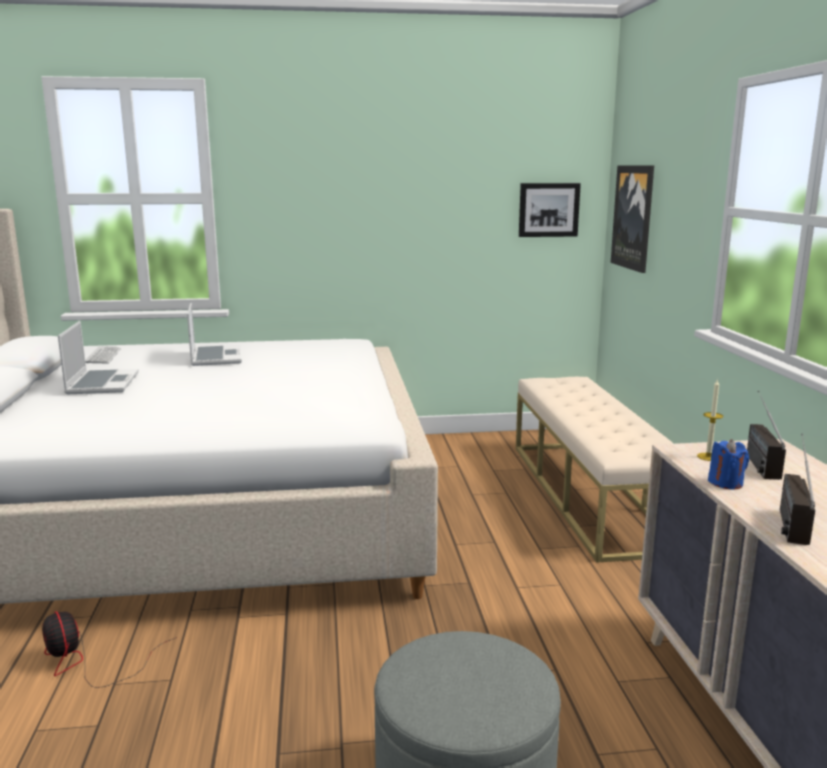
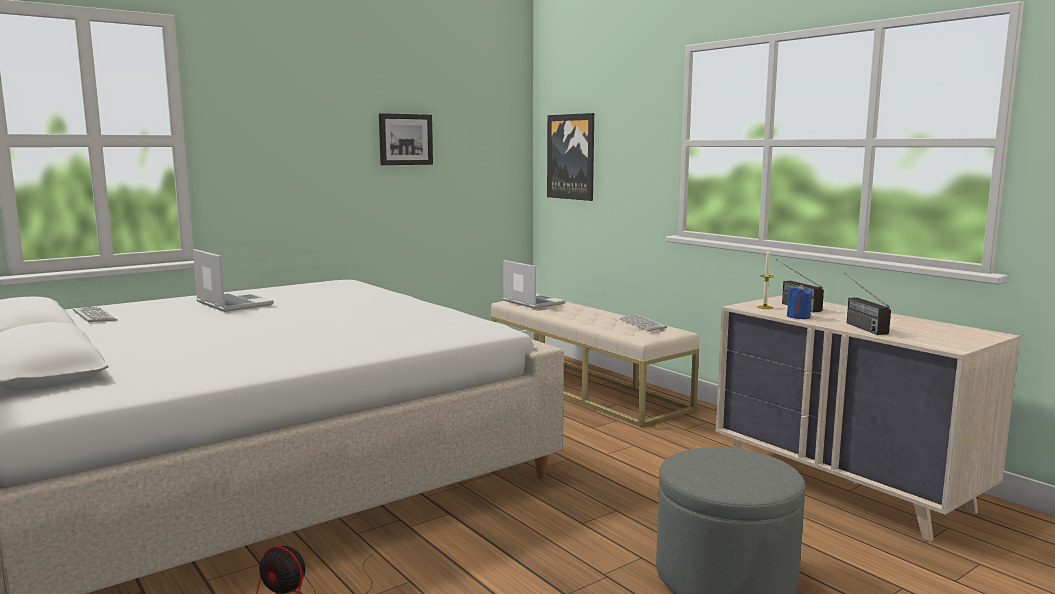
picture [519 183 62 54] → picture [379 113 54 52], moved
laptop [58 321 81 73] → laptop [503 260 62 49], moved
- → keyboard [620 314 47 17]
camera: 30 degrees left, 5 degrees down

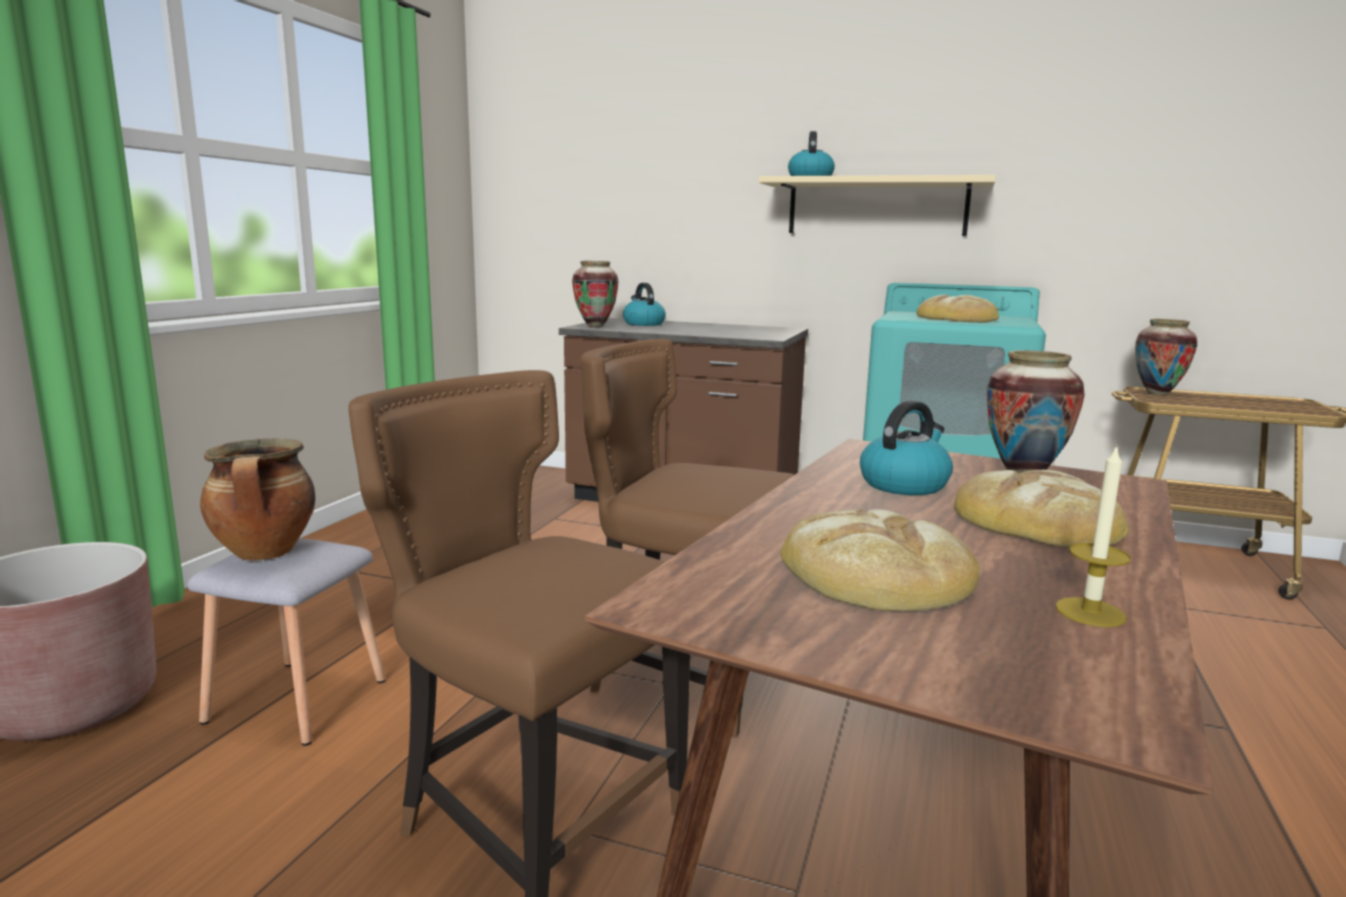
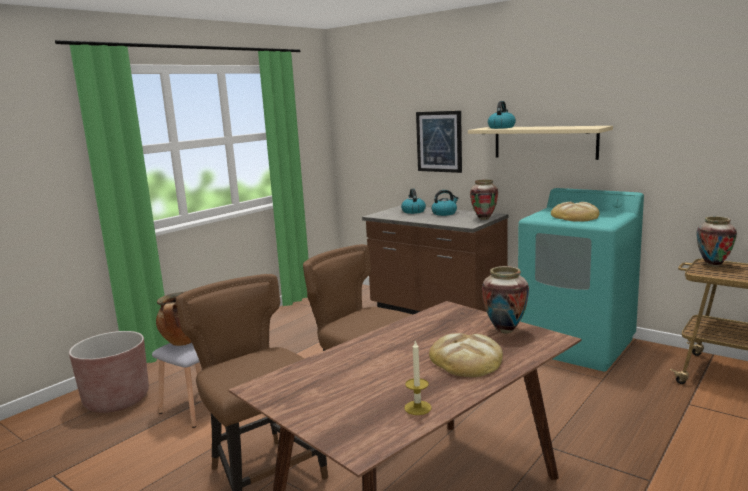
- → picture [416 111 46 62]
kettle [860 401 93 94] → kettle [431 190 28 26], moved
vase [572 261 46 66] → vase [470 180 28 40], moved
bread [780 509 200 102] → -
camera: 20 degrees right, 0 degrees up

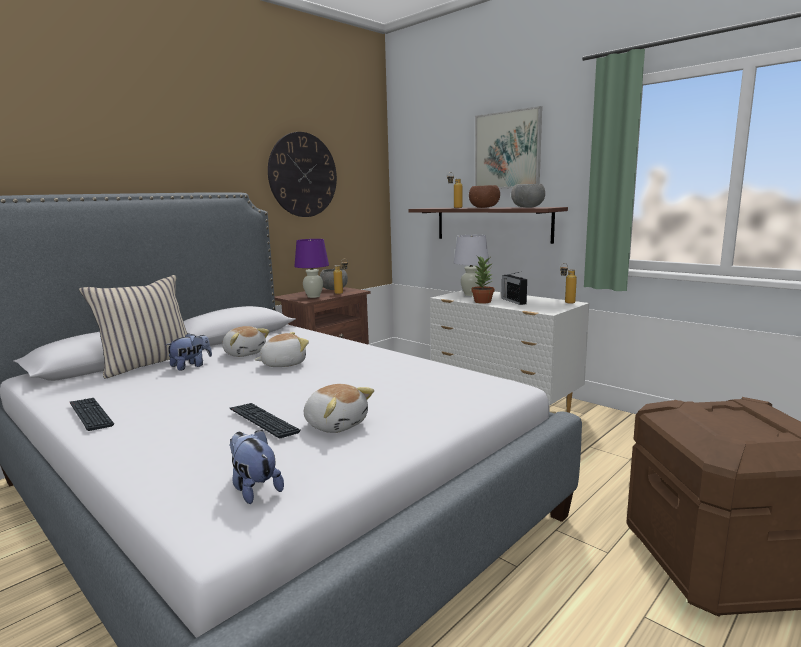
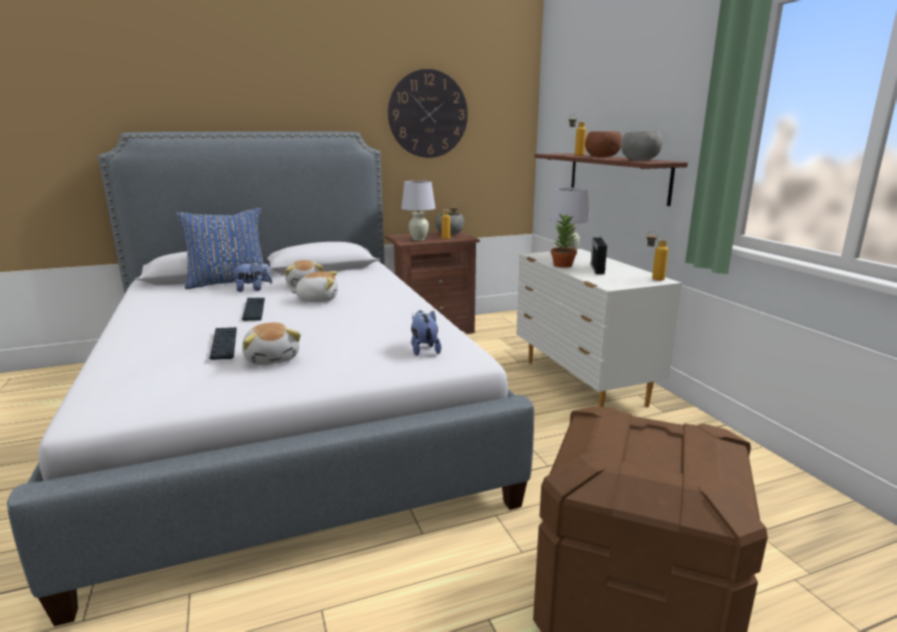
beige pillow [79 275 108 103] → blue pillow [176 208 93 81]
keyboard [70 398 44 33] → keyboard [242 298 23 23], moved
purple table lamp [294 239 35 59] → white table lamp [401 181 34 60]
plush toy [229 430 55 74] → plush toy [411 310 30 46], moved
picture [475 106 67 83] → -
camera: 25 degrees right, 5 degrees up

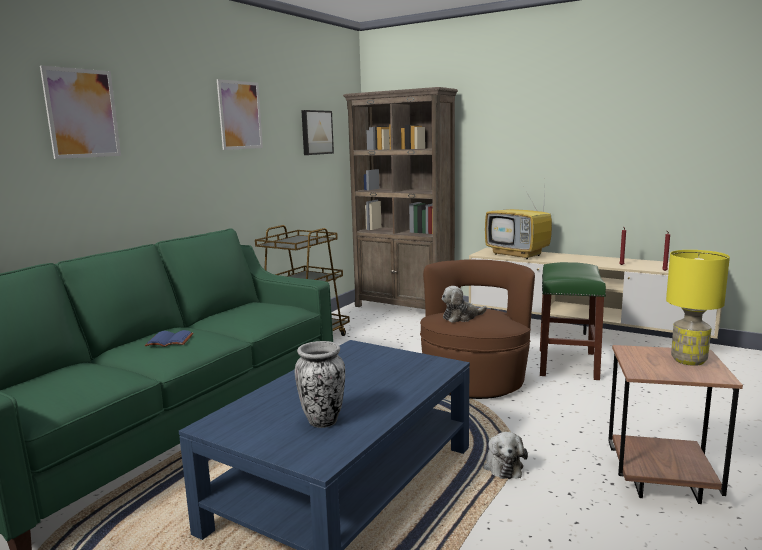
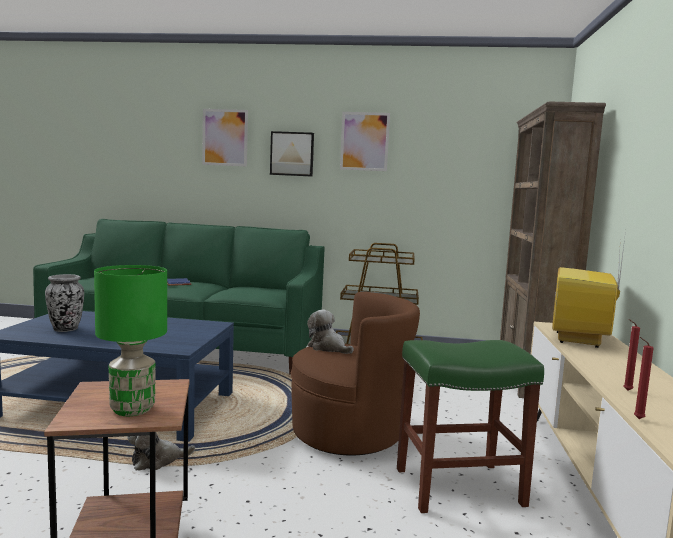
yellow table lamp [666 250 64 116] → green table lamp [94 265 73 151]
picture [301 110 33 45] → picture [270 131 44 46], moved
camera: 65 degrees right, 5 degrees down

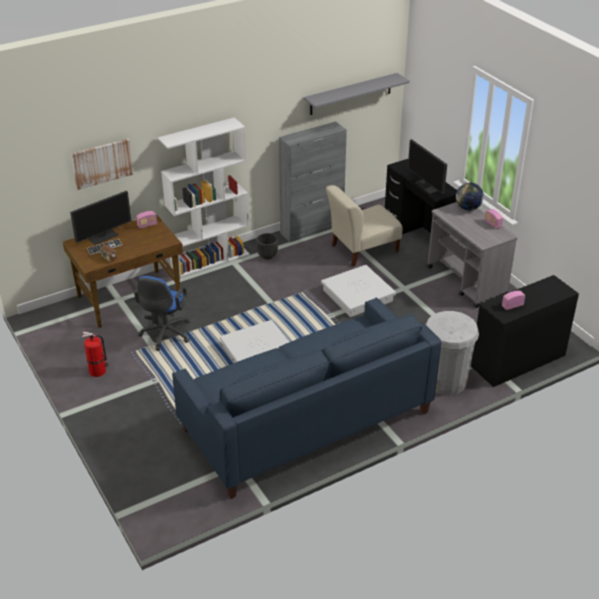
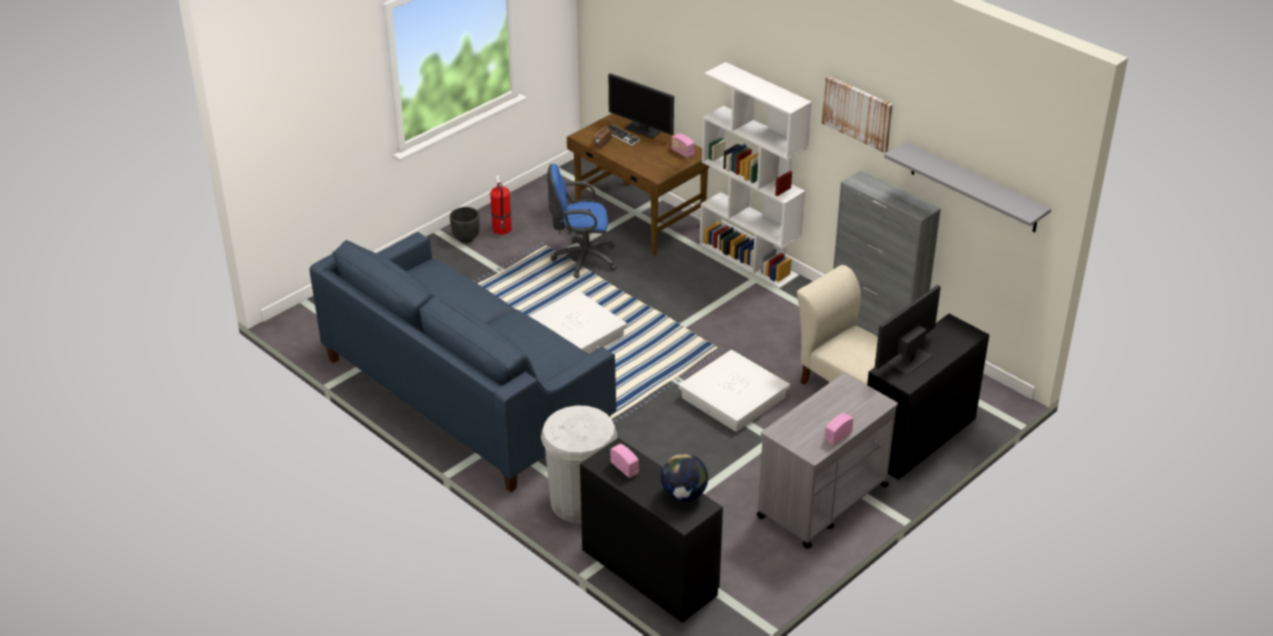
black planter [256 233 22 27] → black planter [450 207 30 36], moved
globe [456 183 28 27] → globe [660 454 48 48], moved
picture [71 139 63 51] → picture [822 75 71 78], moved
camera: 75 degrees right, 0 degrees up

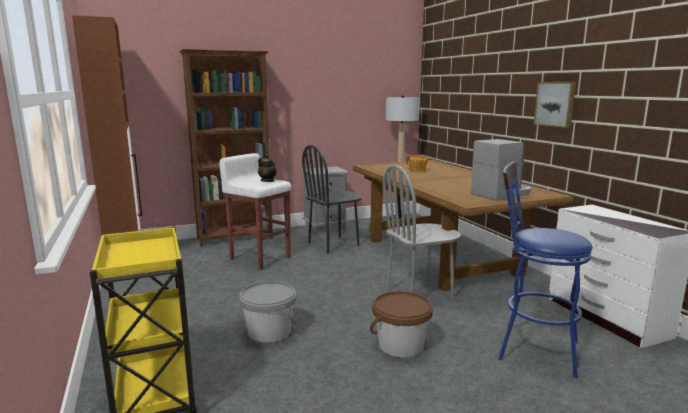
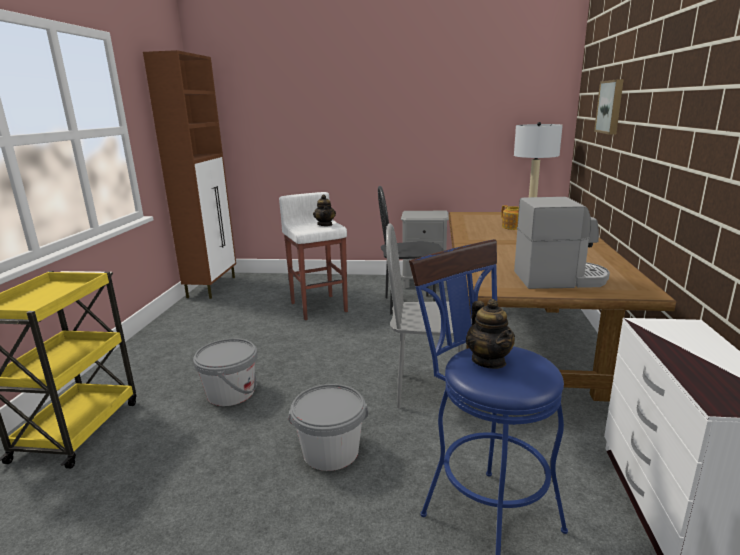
brown bucket [370 291 63 66] → grey bucket [288 384 80 87]
- → teapot [466 299 49 70]
picture [534 82 42 46] → picture [594 79 30 56], moved
brown bookcase [179 49 94 198] → -
camera: 30 degrees right, 5 degrees up

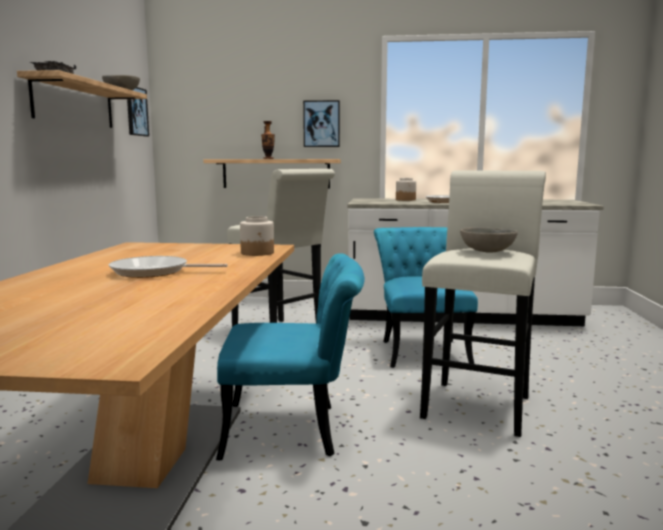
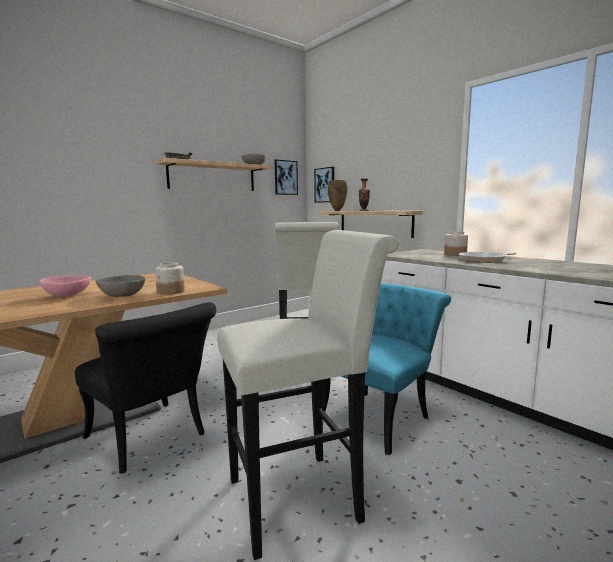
frying pan [109 256 119 22] → pink bowl [39 275 52 22]
turquoise chair [216 253 149 207] → black chair [75 302 141 172]
grey bowl [460 227 58 26] → grey bowl [95 275 50 22], moved
picture [303 100 37 47] → picture [314 167 20 36], moved
- → brown vase [328 180 19 31]
camera: 45 degrees right, 0 degrees up

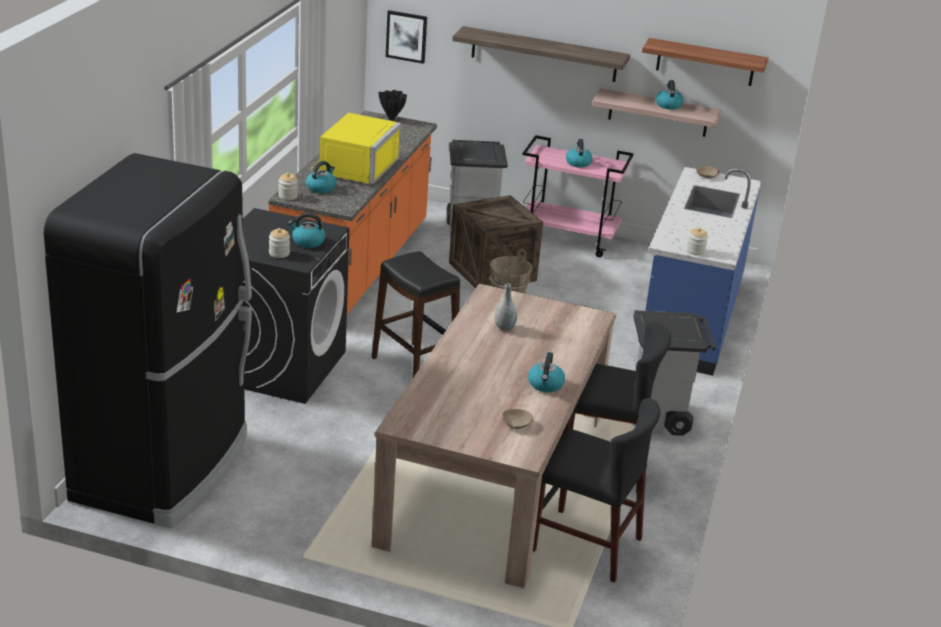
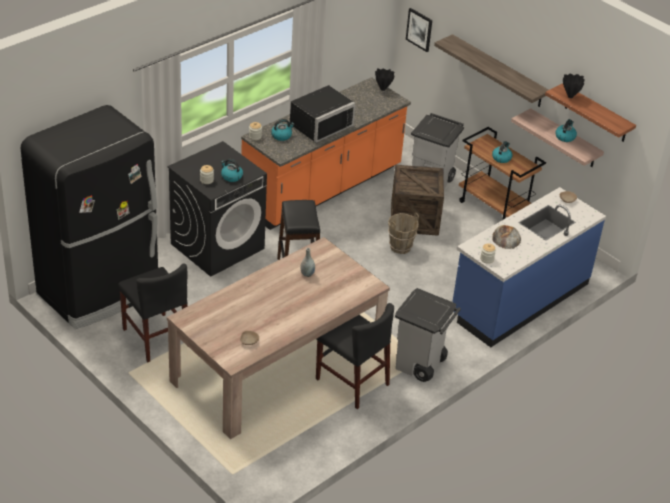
black chair [533 398 127 185] → black chair [118 263 70 99], moved
yellow microwave [311 113 90 71] → black microwave [289 85 66 58]
pink cart [522 135 112 122] → brown cart [459 127 87 93]
- → bread [492 225 29 24]
- → black vase [563 74 22 24]
kettle [528 352 37 40] → -
camera: 30 degrees right, 10 degrees up

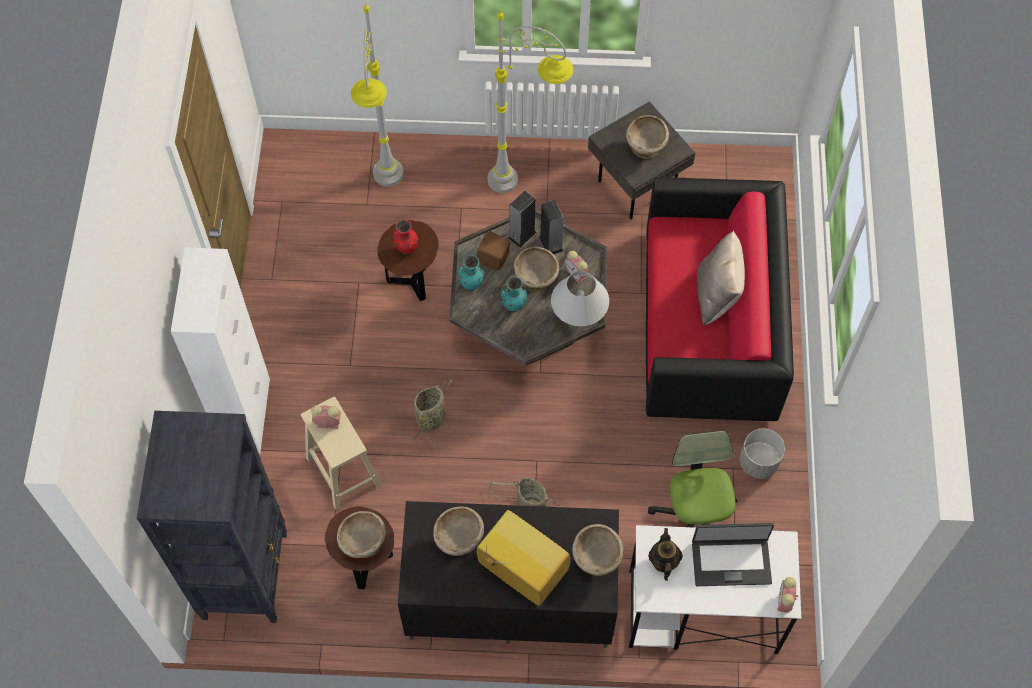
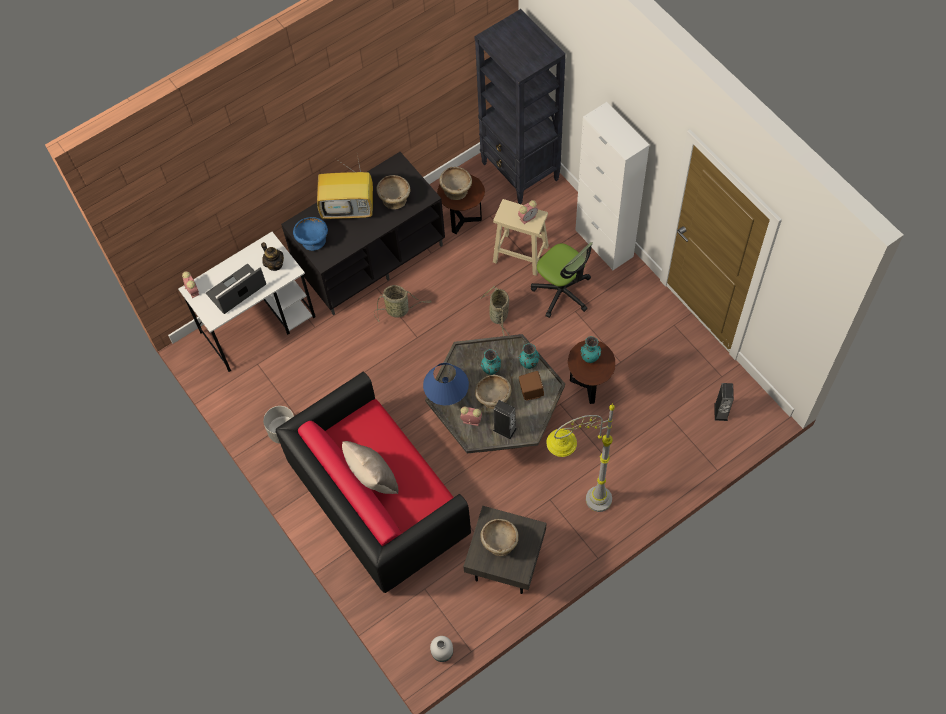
beige bowl [572 524 52 52] → blue bowl [293 217 35 34]
white table lamp [551 271 58 55] → blue table lamp [423 363 46 42]
- → white vase [430 636 23 26]
office chair [648 430 90 97] → office chair [531 242 62 76], moved
red vase [393 219 26 36] → turquoise vase [581 336 20 27]
speaker [508 191 28 56] → speaker [714 383 20 38], moved
grey floor lamp [351 2 53 185] → -
camera: 145 degrees right, 0 degrees up

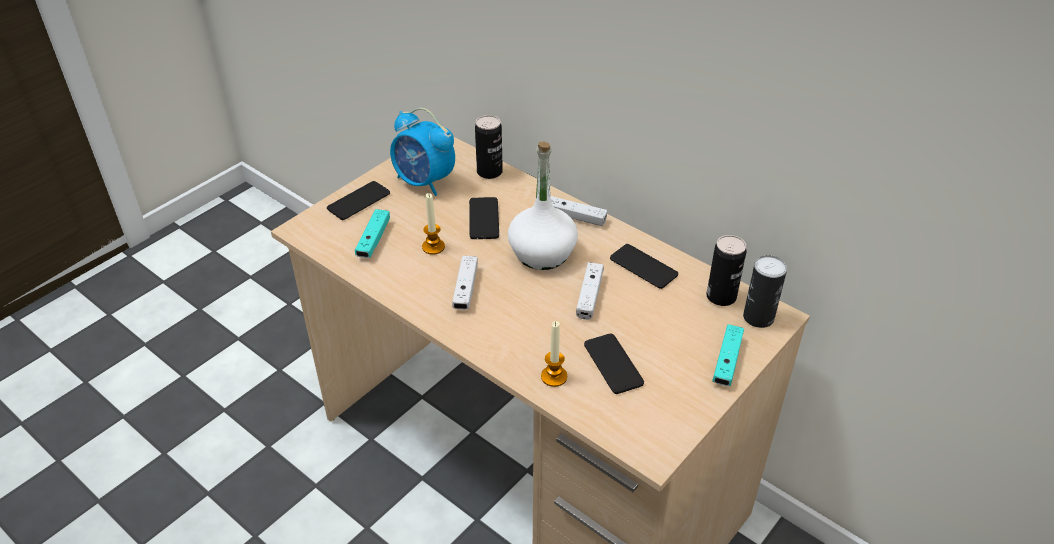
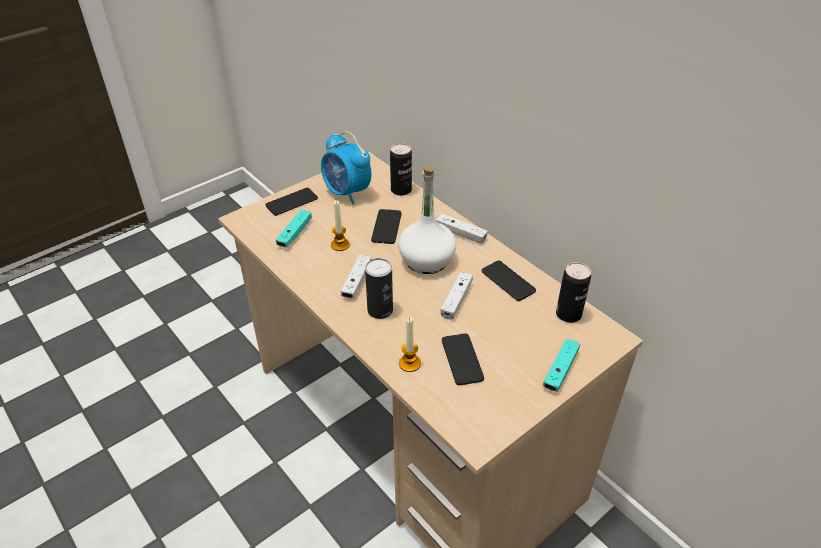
can [743 255 44 73] → can [365 258 28 61], moved
camera: 10 degrees right, 0 degrees up

